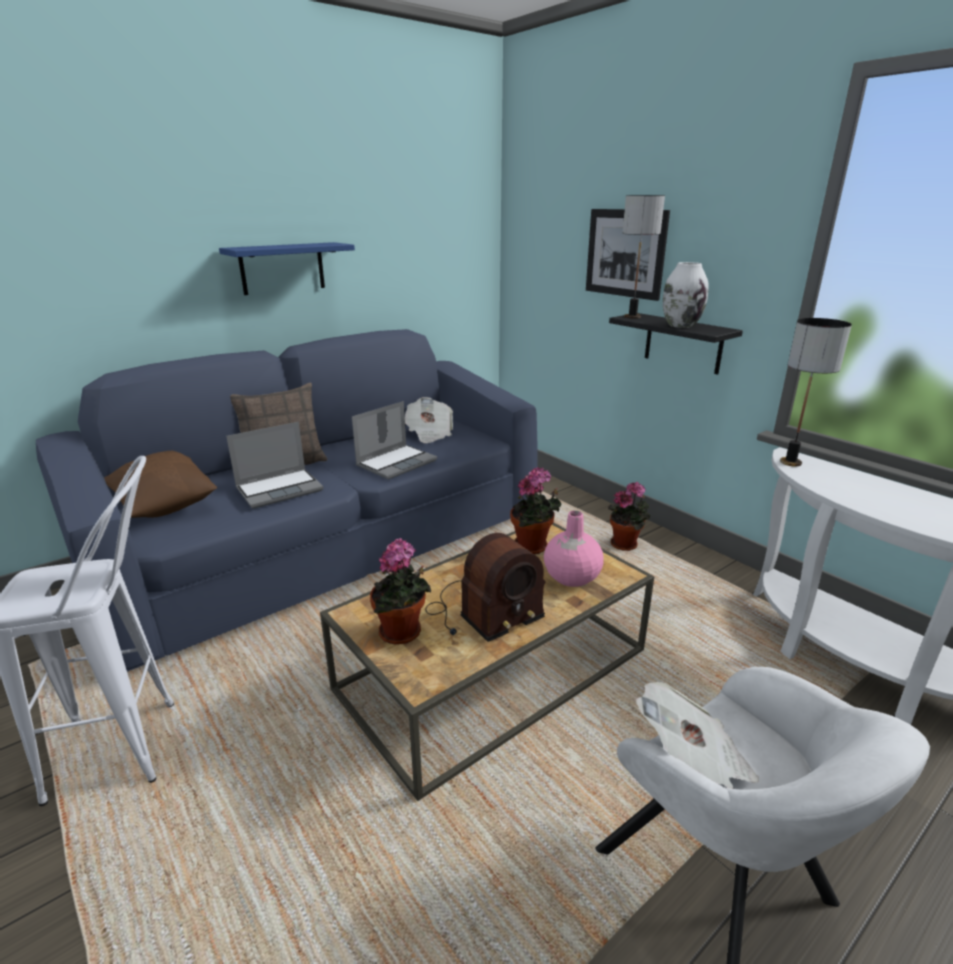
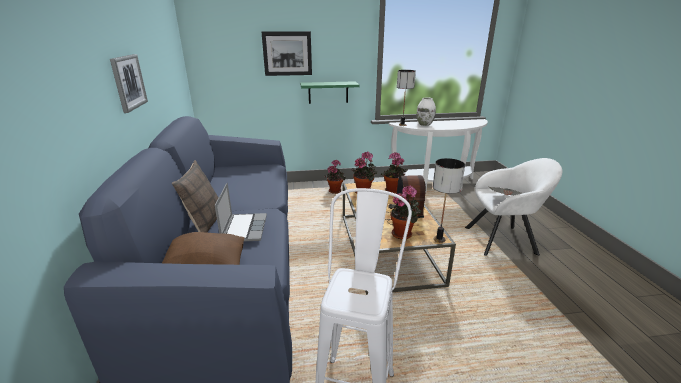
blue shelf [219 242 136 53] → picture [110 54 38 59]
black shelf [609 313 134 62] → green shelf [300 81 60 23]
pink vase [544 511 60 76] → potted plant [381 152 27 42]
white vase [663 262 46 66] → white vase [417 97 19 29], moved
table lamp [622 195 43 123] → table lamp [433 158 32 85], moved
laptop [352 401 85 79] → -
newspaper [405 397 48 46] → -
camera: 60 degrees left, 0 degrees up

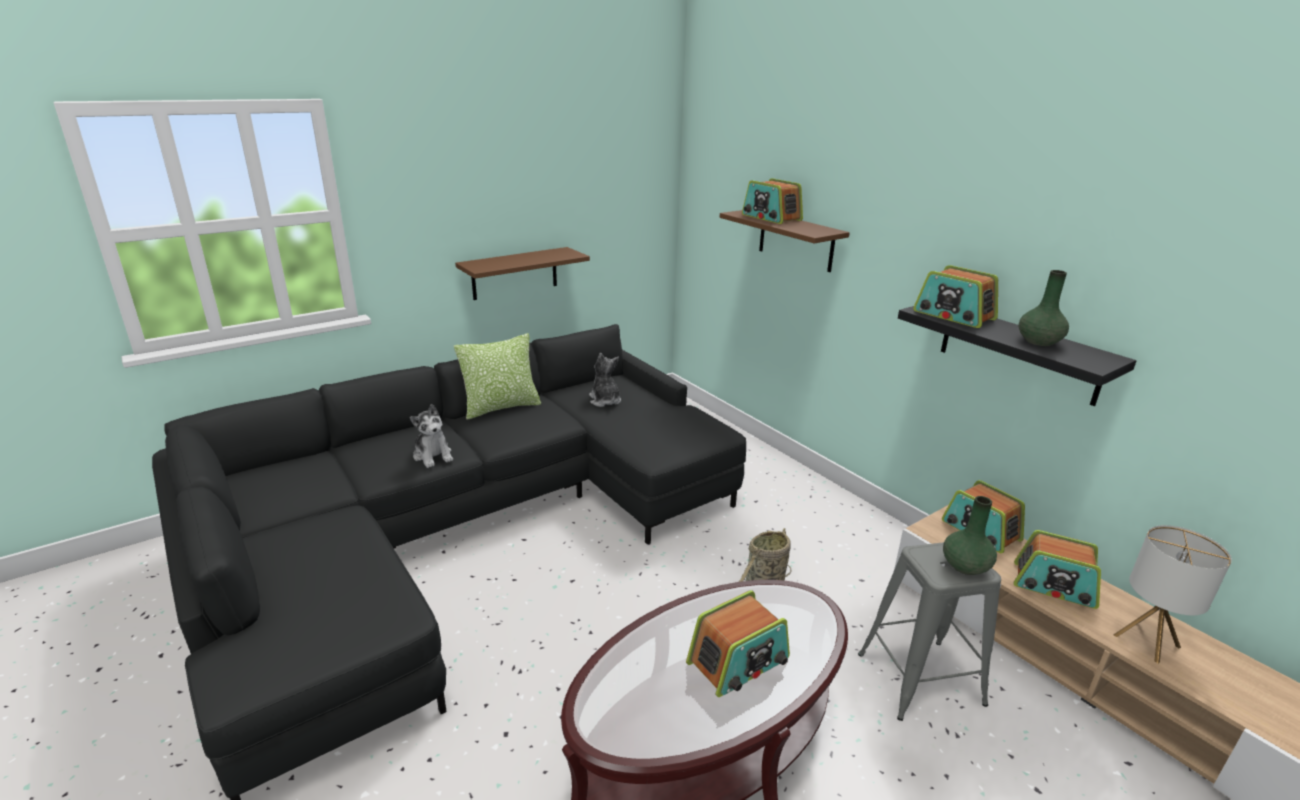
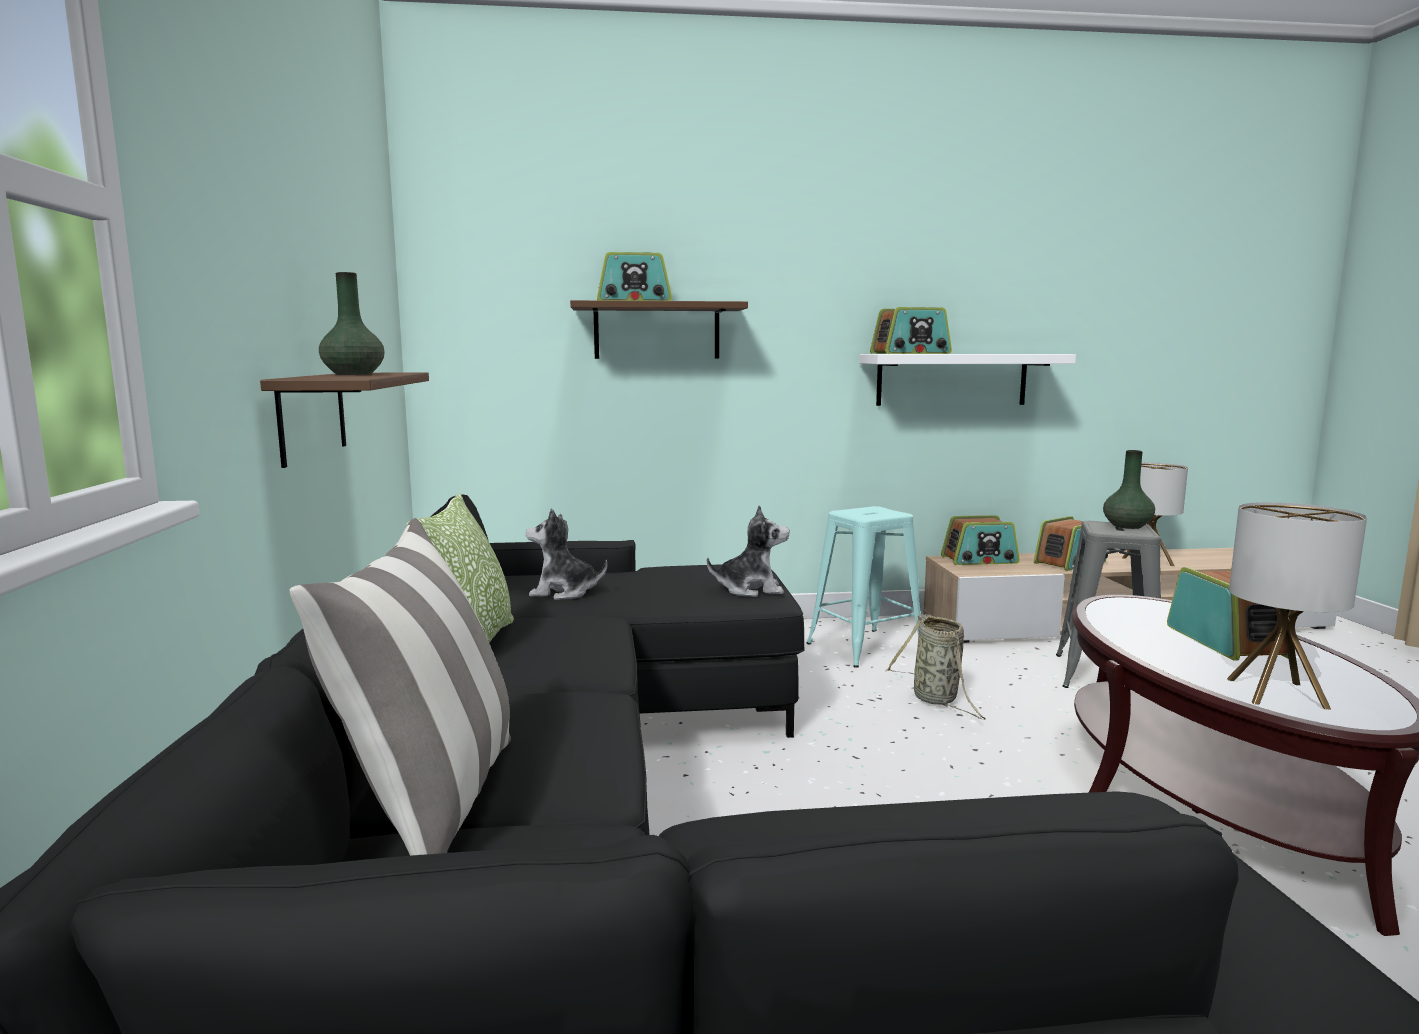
- → pillow [290 518 221 338]
green vase [1018 270 51 76] → green vase [319 272 66 103], moved
plush toy [410 404 43 64] → plush toy [707 505 83 92], moved
- → turquoise stool [807 506 114 162]
black shelf [898 306 239 100] → white shelf [859 354 217 52]
- → table lamp [1227 502 140 208]
camera: 60 degrees left, 15 degrees down

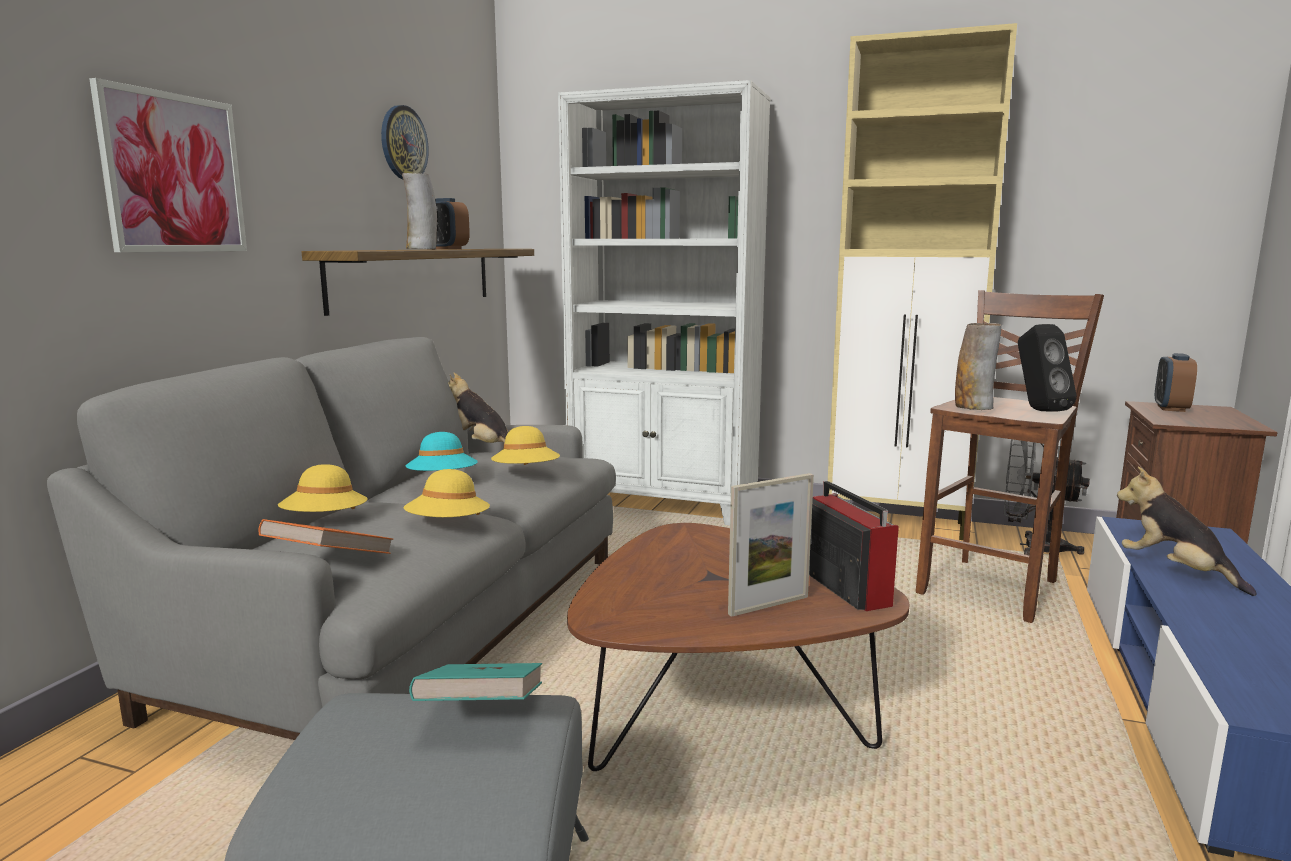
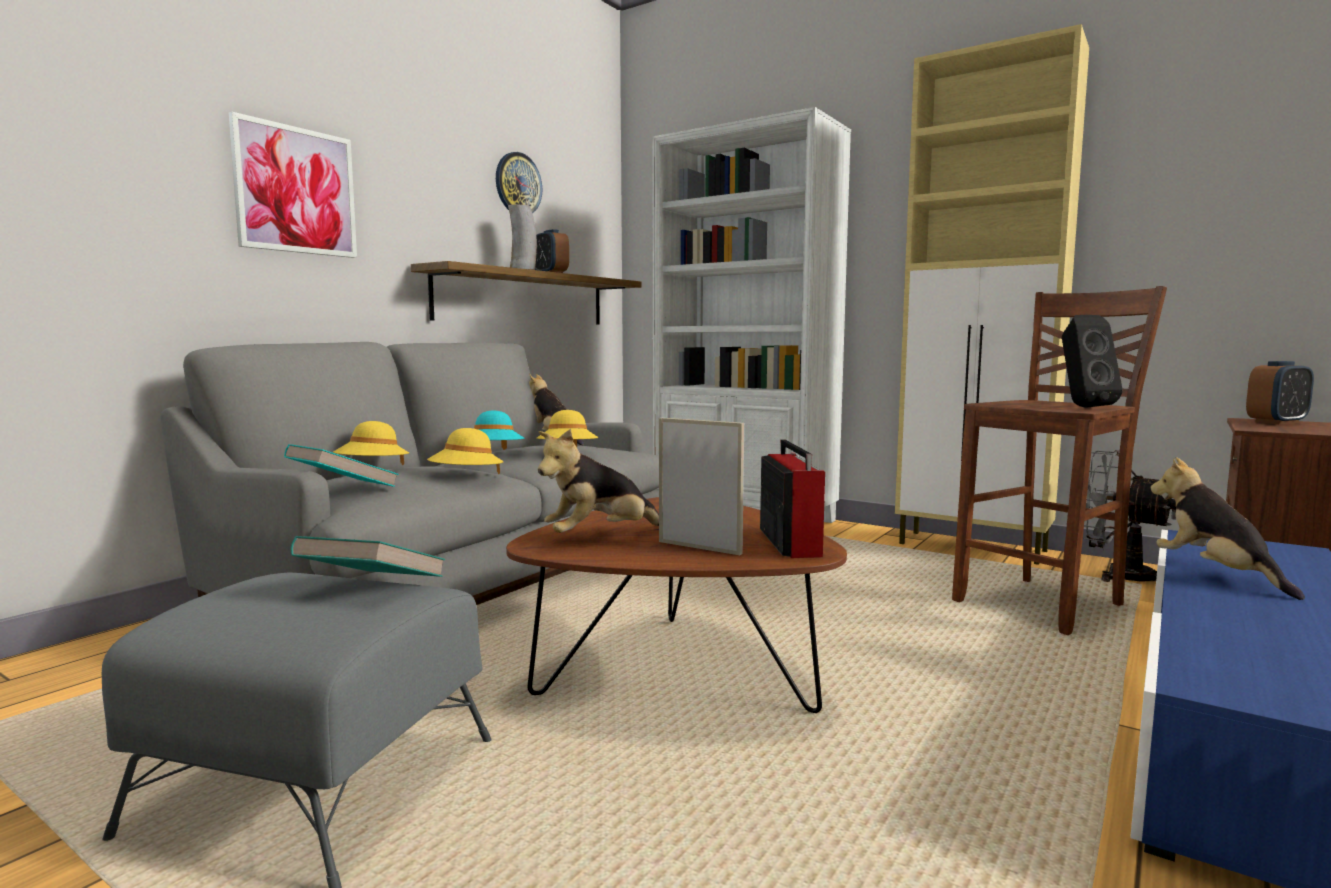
orange book [258 519 135 35] → turquoise book [284 444 115 43]
- → plush toy [538 429 121 104]
picture frame [728 473 86 144] → picture frame [659 418 85 137], 135 degrees counterclockwise
alarm clock [1155 353 42 59] → alarm clock [1246 361 68 63], 150 degrees counterclockwise
vase [955 323 47 87] → -
camera: 15 degrees right, 5 degrees down

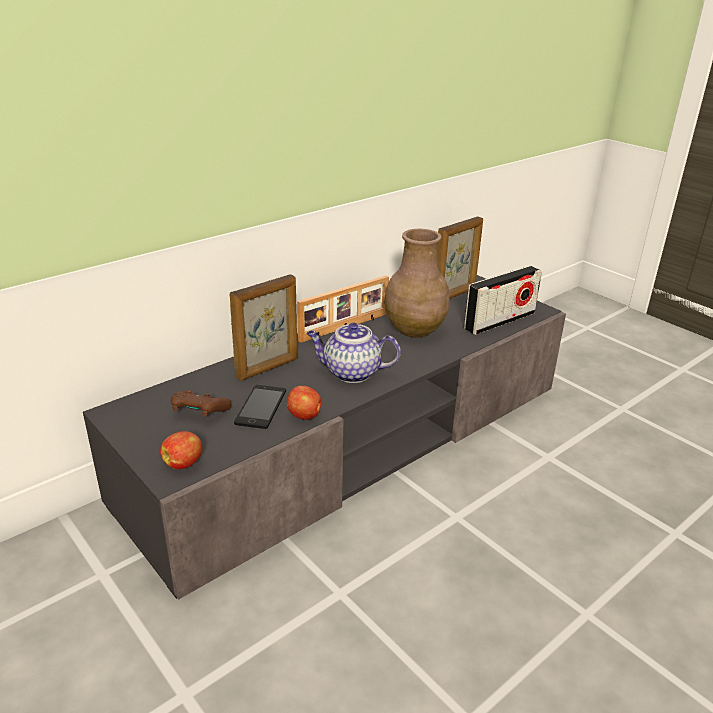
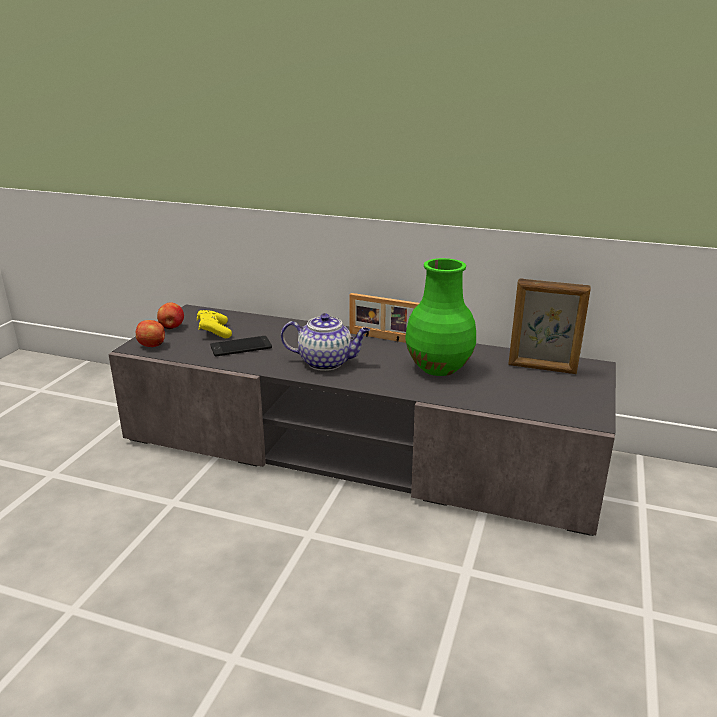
apple [287 386 34 34] → apple [157 302 27 27], moved
brown game controller [171 390 60 27] → yellow game controller [197 310 35 28]
teapot [306 323 95 60] → teapot [281 313 89 58], 120 degrees clockwise
brown vase [384 229 66 109] → green vase [405 258 71 118]
picture frame [230 274 67 107] → -
radio [464 266 78 69] → -
camera: 60 degrees right, 5 degrees down

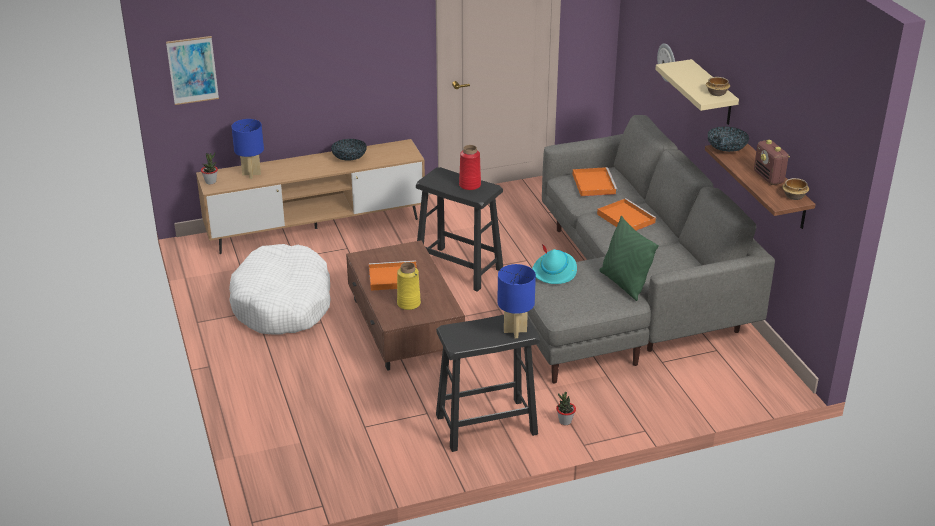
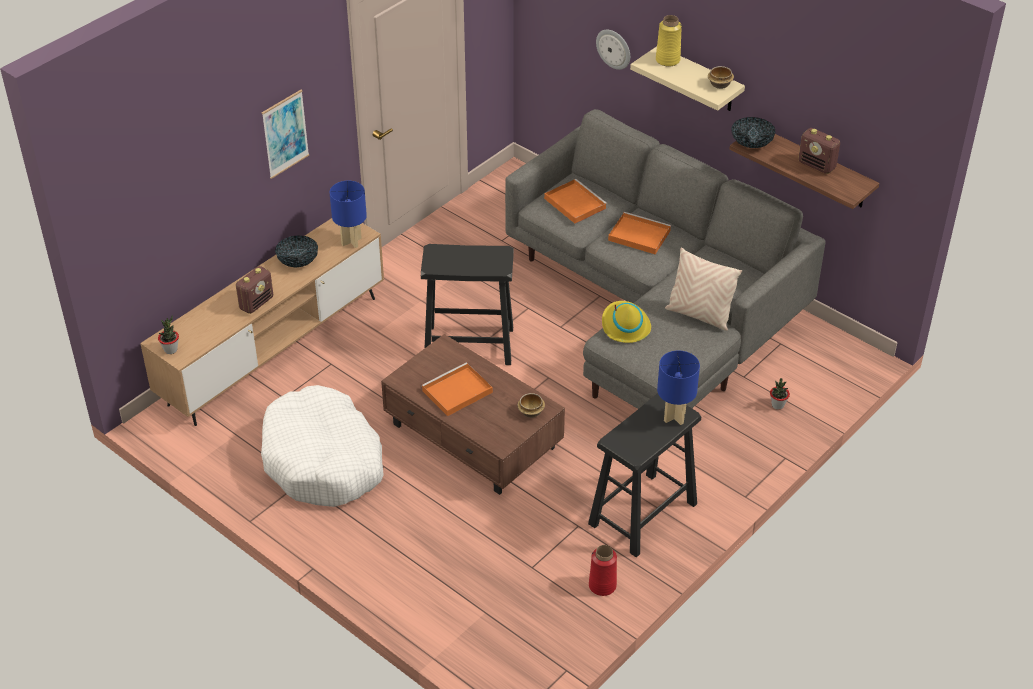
- → radio [236 266 37 48]
picture [166 36 53 69] → picture [262 90 47 89], moved
blue table lamp [231 119 33 60] → blue table lamp [330 181 37 67], moved
bowl [782 178 27 22] → bowl [517 393 28 25], moved
red vase [459 145 22 45] → red vase [589 545 28 51], moved
turquoise hat [532 244 45 40] → yellow hat [602 301 49 42]
yellow vase [397 262 24 48] → yellow vase [656 15 26 52], moved
green pillow [599 216 60 85] → beige pillow [665 247 77 84]
potted plant [556 392 20 33] → potted plant [770 378 20 32], moved
camera: 30 degrees left, 10 degrees up

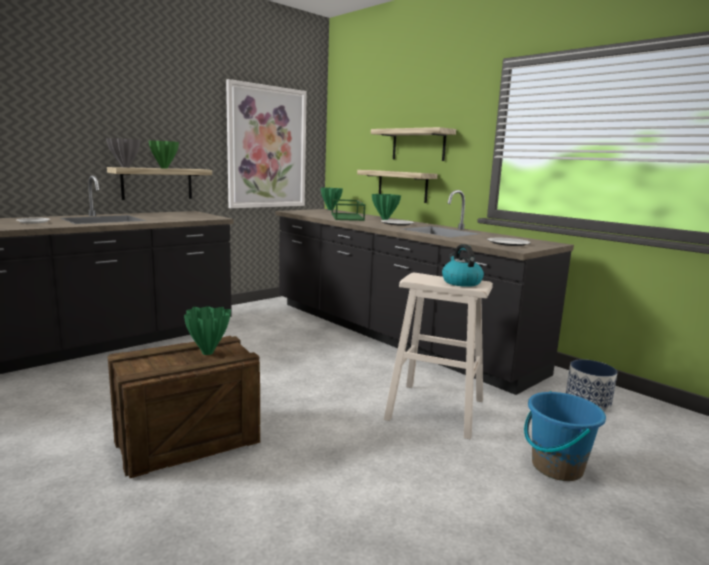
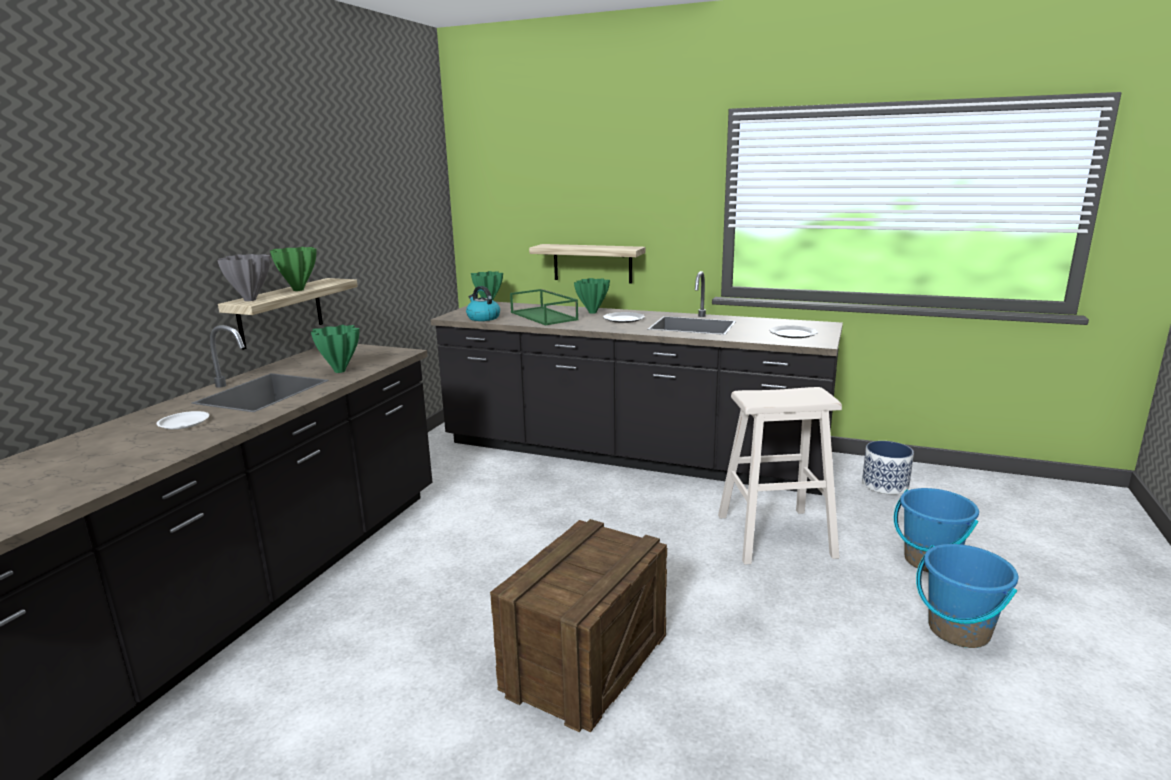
green vase [184 306 47 49] → green vase [311 325 48 48], moved
kettle [442 244 42 43] → kettle [466 286 34 35], moved
- → blue bucket [916 544 102 104]
picture [226 79 81 129] → -
shelf [371 127 85 34] → -
camera: 25 degrees left, 5 degrees up

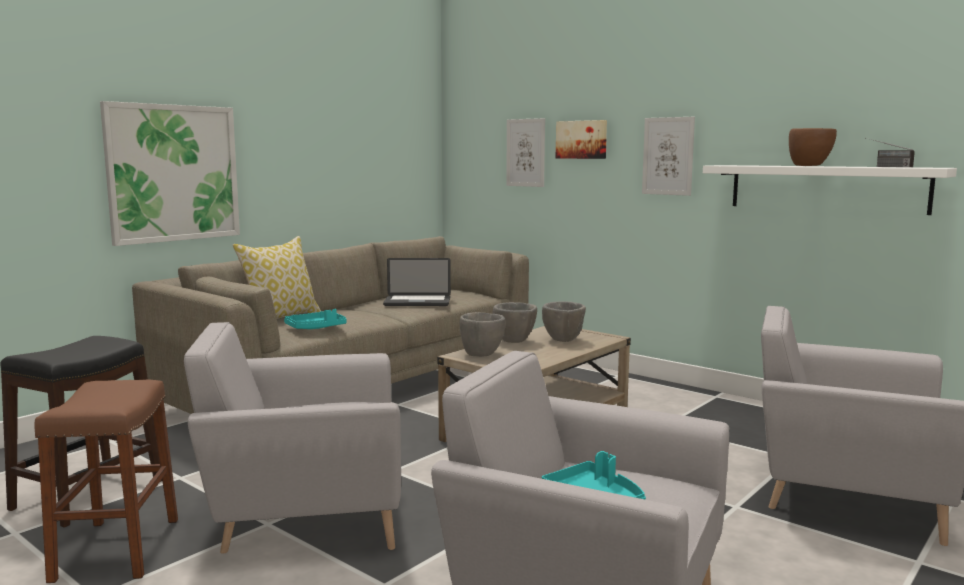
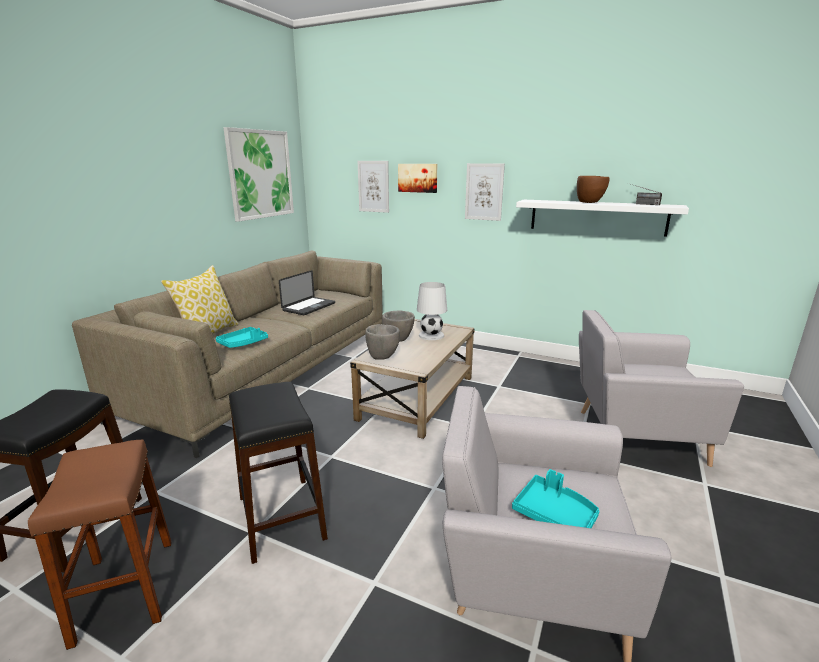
picture [100 101 140 145] → picture [223 127 71 95], moved
grey armchair [184 322 217 232] → black stool [229 382 99 182]
laptop [383 258 68 48] → laptop [279 270 56 45], 45 degrees counterclockwise
grey bowl [542 301 44 41] → white table lamp [417 282 30 58]
camera: 15 degrees left, 10 degrees up

